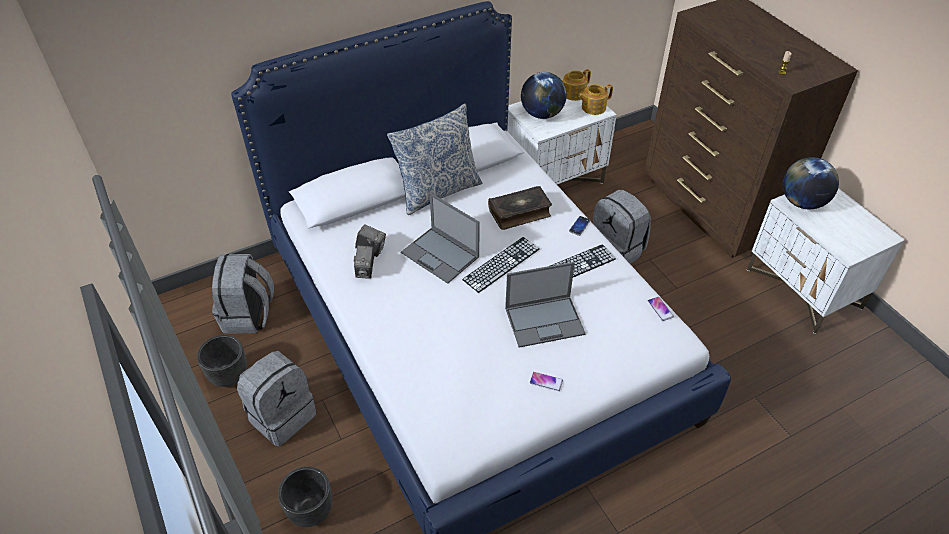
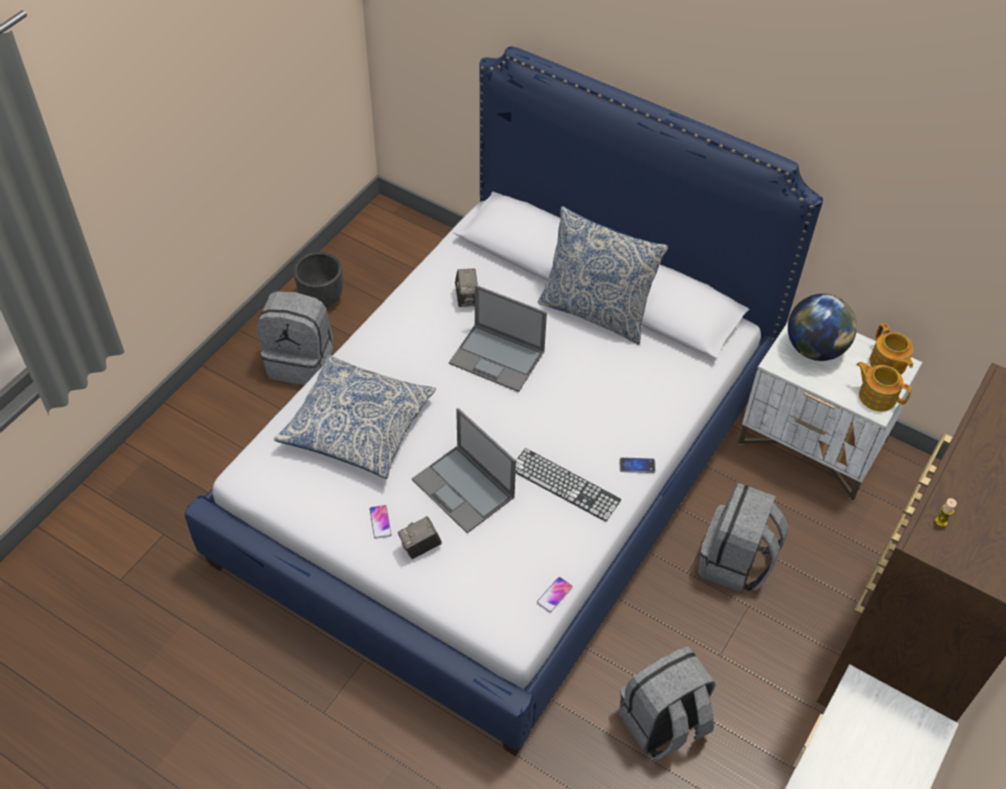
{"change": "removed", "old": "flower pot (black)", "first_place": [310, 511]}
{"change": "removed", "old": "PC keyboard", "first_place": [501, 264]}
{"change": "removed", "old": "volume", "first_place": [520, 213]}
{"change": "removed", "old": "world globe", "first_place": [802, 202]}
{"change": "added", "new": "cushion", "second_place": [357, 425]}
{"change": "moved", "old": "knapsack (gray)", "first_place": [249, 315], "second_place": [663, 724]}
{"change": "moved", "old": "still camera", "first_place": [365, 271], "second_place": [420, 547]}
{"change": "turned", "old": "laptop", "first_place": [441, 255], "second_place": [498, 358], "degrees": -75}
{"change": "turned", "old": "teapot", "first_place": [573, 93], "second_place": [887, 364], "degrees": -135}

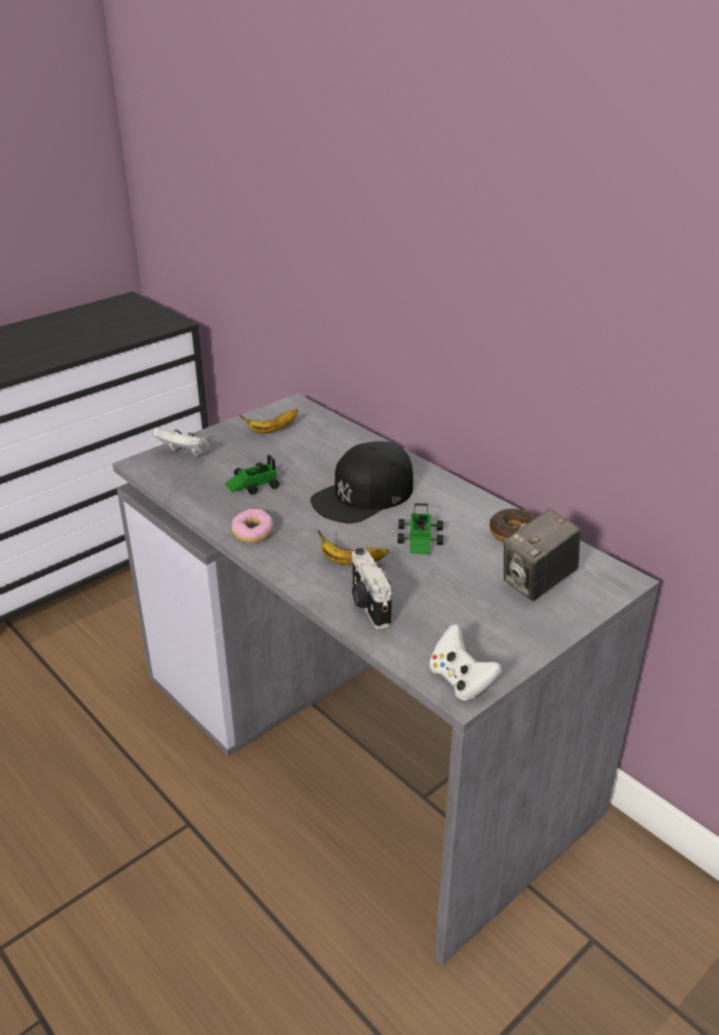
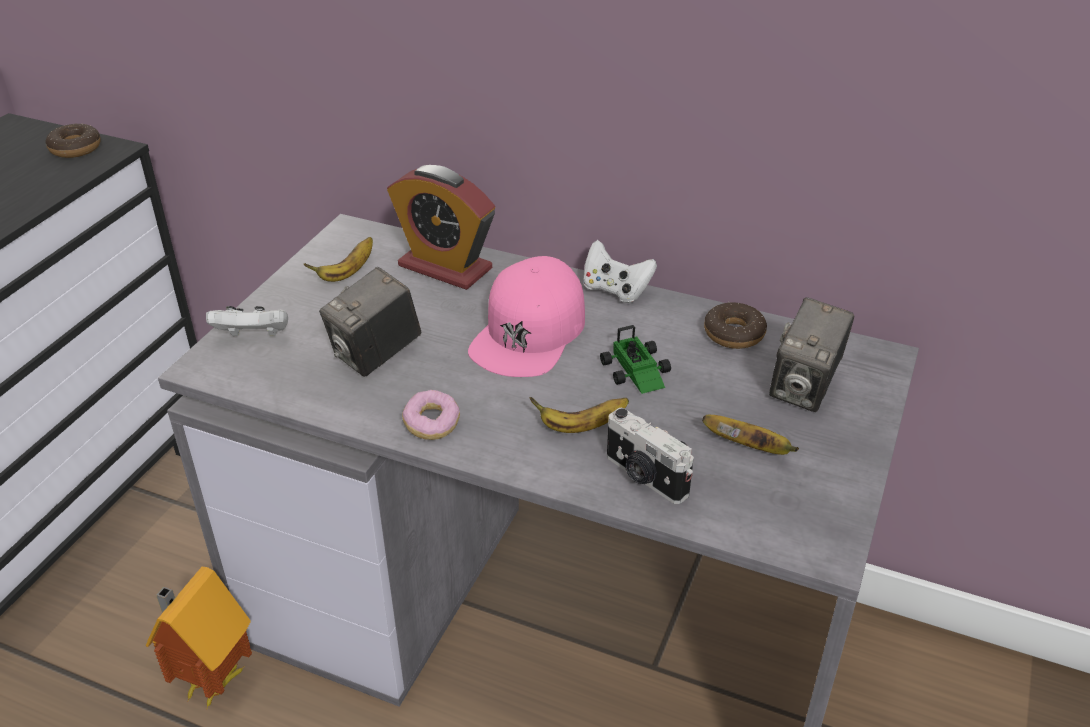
{"change": "added", "new": "donut", "second_place": [75, 148]}
{"change": "added", "new": "toy house", "second_place": [210, 682]}
{"change": "added", "new": "alarm clock", "second_place": [445, 267]}
{"change": "added", "new": "banana", "second_place": [749, 447]}
{"change": "moved", "old": "joypad (white-coloured)", "first_place": [460, 681], "second_place": [615, 290]}
{"change": "replaced", "old": "model car", "new": "still camera", "first_place": [251, 483], "second_place": [376, 355]}
{"change": "recoloured", "old": "cap (black)", "new": "cap (pink)", "first_place": [364, 495], "second_place": [529, 332]}

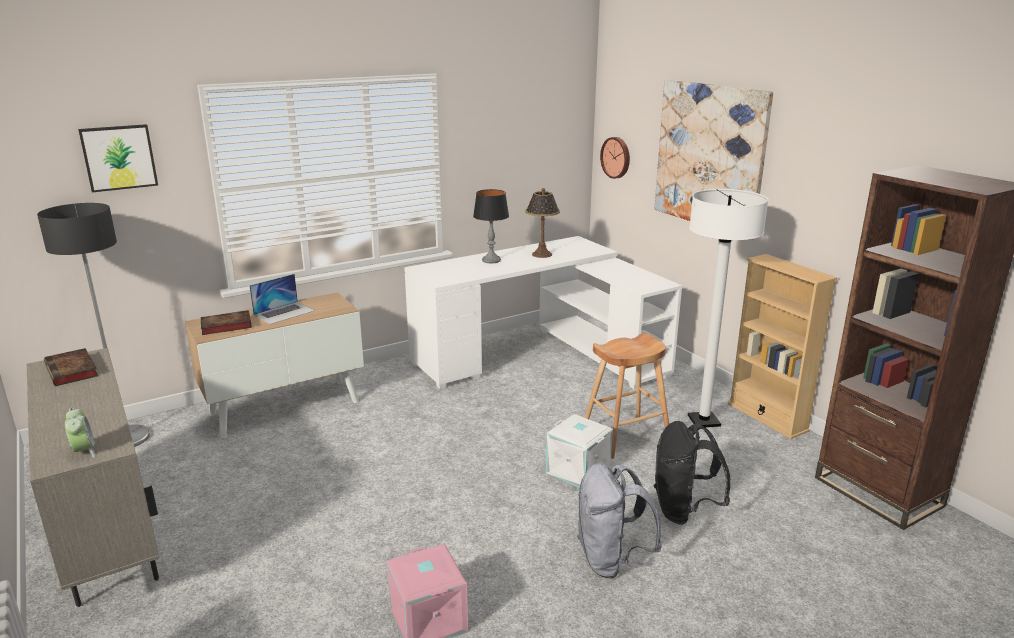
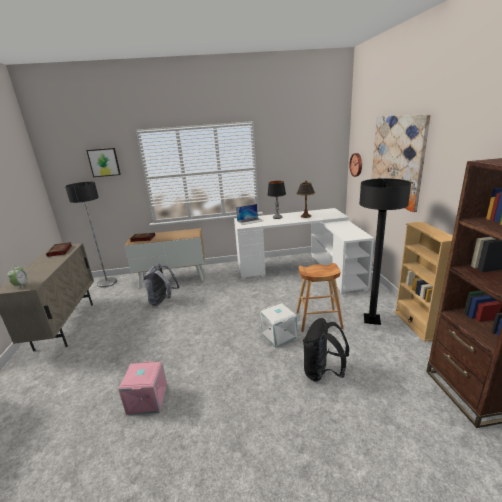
{"change": "moved", "old": "laptop", "first_place": [284, 312], "second_place": [250, 221]}
{"change": "moved", "old": "knapsack (gray)", "first_place": [611, 560], "second_place": [163, 301]}
{"change": "recoloured", "old": "floor lamp (white-coloured)", "new": "floor lamp (black)", "first_place": [703, 421], "second_place": [371, 319]}

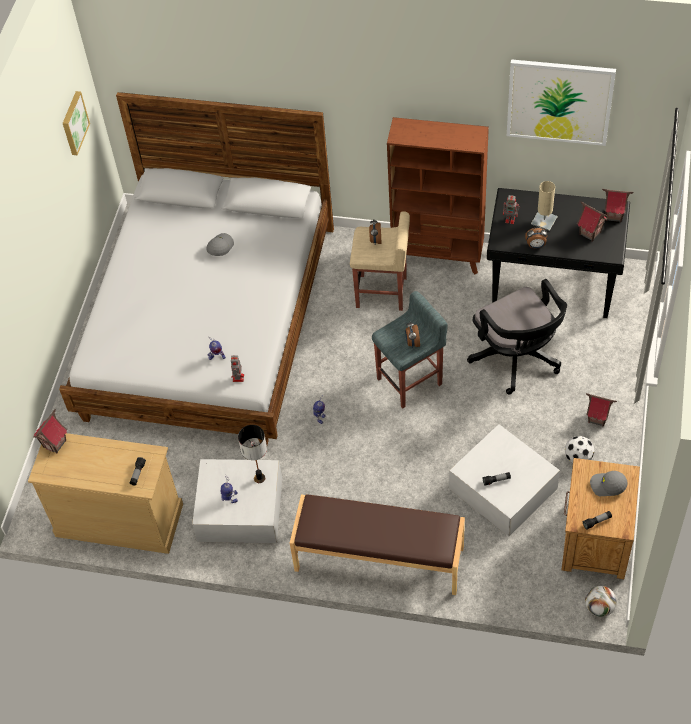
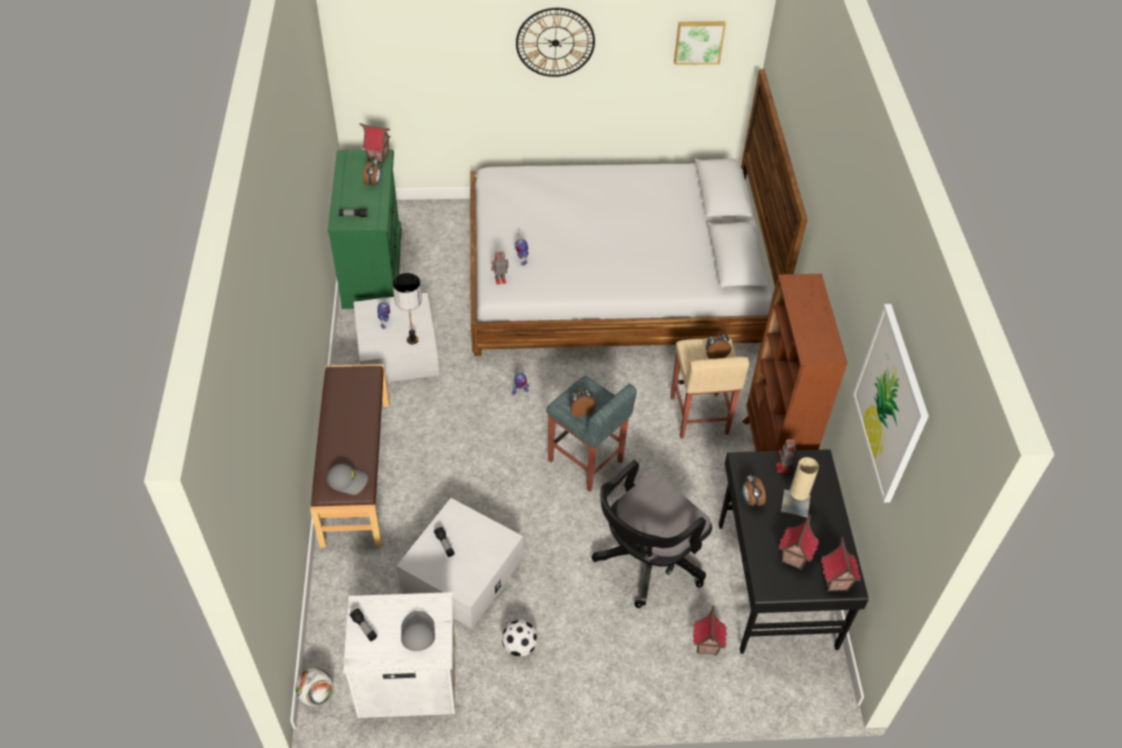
{"change": "added", "new": "alarm clock", "second_place": [374, 183]}
{"change": "added", "new": "clock on the wall", "second_place": [555, 42]}
{"change": "moved", "old": "cap (gray)", "first_place": [220, 247], "second_place": [348, 481]}
{"change": "moved", "old": "toy house", "first_place": [597, 418], "second_place": [706, 645]}
{"change": "recoloured", "old": "dresser (sand-coloured)", "new": "dresser (green)", "first_place": [119, 519], "second_place": [373, 267]}
{"change": "recoloured", "old": "bedside table (brownish)", "new": "bedside table (white-coloured)", "first_place": [594, 541], "second_place": [406, 679]}

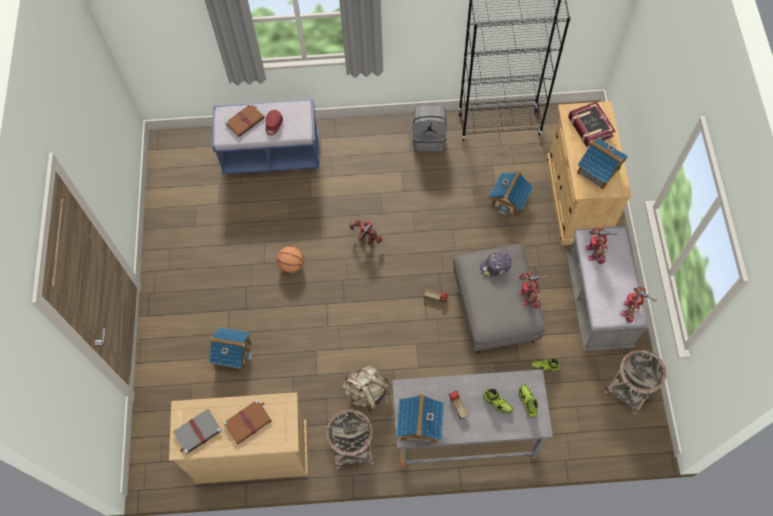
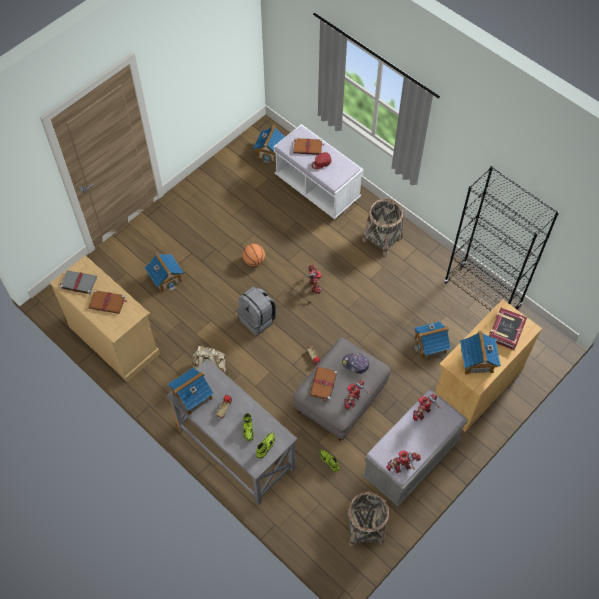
{"change": "added", "new": "toy house", "second_place": [270, 152]}
{"change": "added", "new": "volume (brownish)", "second_place": [323, 384]}
{"change": "moved", "old": "storage basket", "first_place": [353, 446], "second_place": [382, 239]}
{"change": "moved", "old": "knapsack (gray)", "first_place": [429, 138], "second_place": [258, 319]}
{"change": "recoloured", "old": "long seat (bluish)", "new": "long seat (white-coloured)", "first_place": [271, 154], "second_place": [317, 188]}

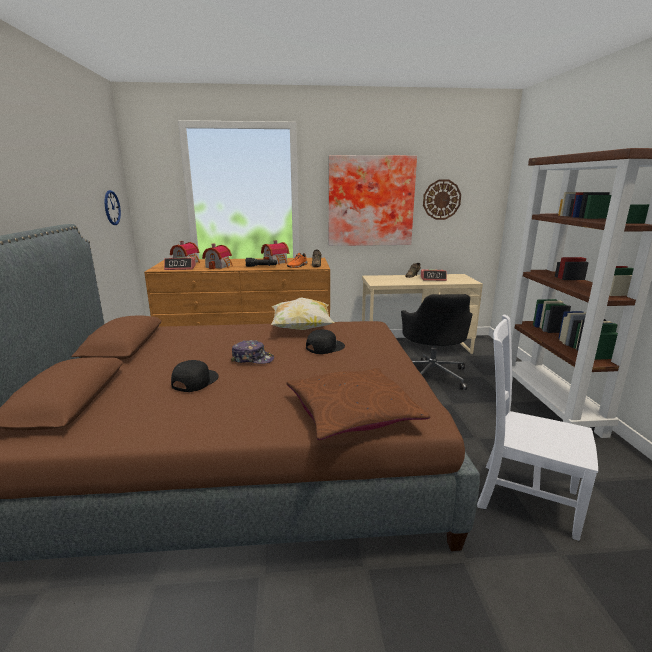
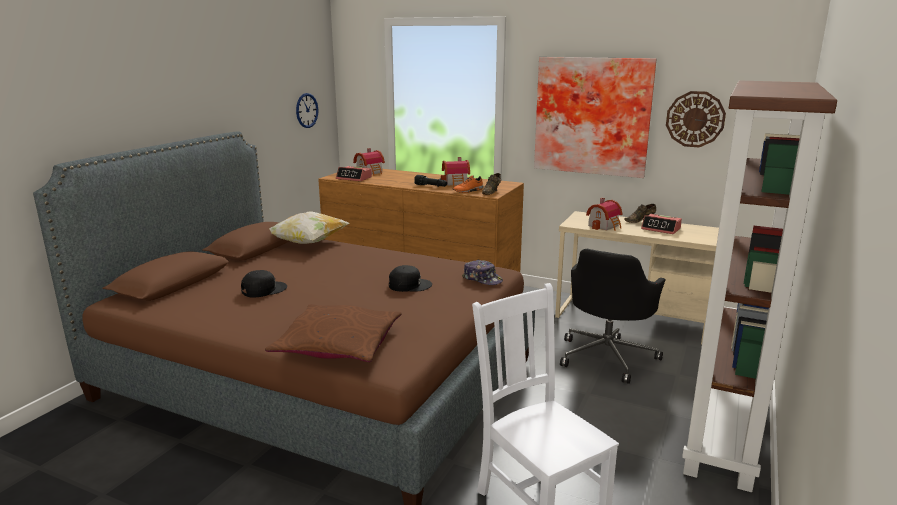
{"change": "moved", "old": "toy house", "first_place": [219, 266], "second_place": [605, 226]}
{"change": "moved", "old": "cap", "first_place": [252, 359], "second_place": [482, 279]}
{"change": "moved", "old": "cushion", "first_place": [301, 328], "second_place": [308, 243]}

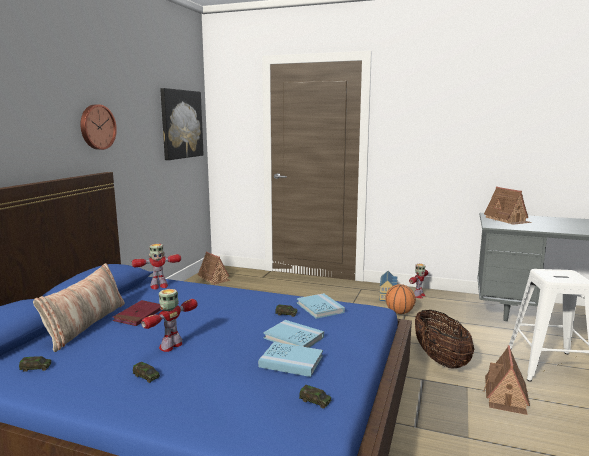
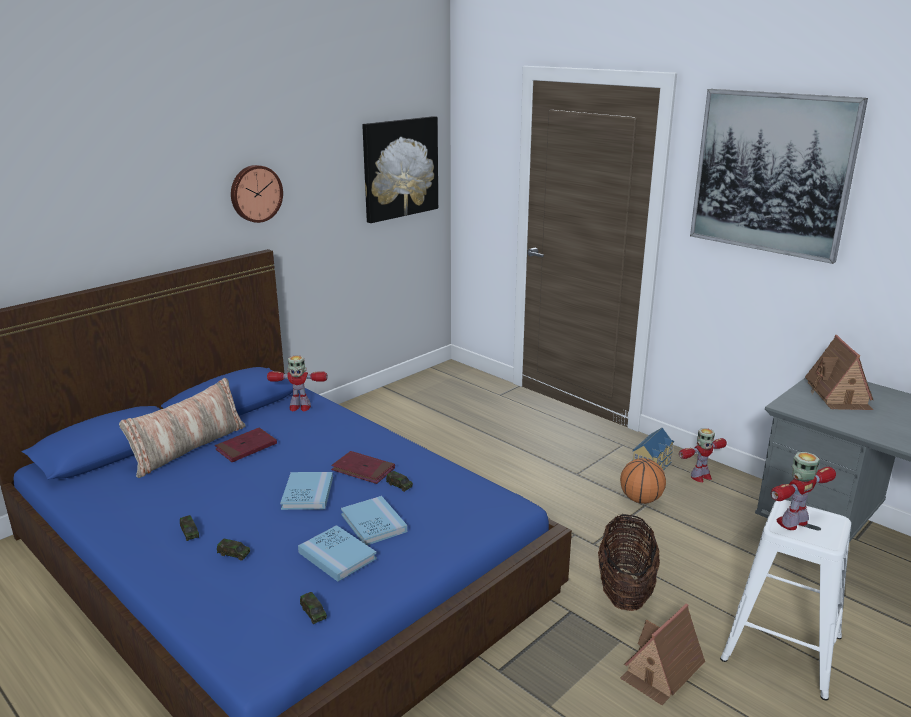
{"change": "removed", "old": "toy house", "first_place": [214, 278]}
{"change": "added", "new": "volume (red)", "second_place": [363, 470]}
{"change": "added", "new": "wall art", "second_place": [772, 173]}
{"change": "moved", "old": "model car", "first_place": [36, 368], "second_place": [234, 554]}
{"change": "moved", "old": "robot figure", "first_place": [171, 346], "second_place": [793, 522]}
{"change": "moved", "old": "volume (bluish)", "first_place": [320, 308], "second_place": [307, 493]}

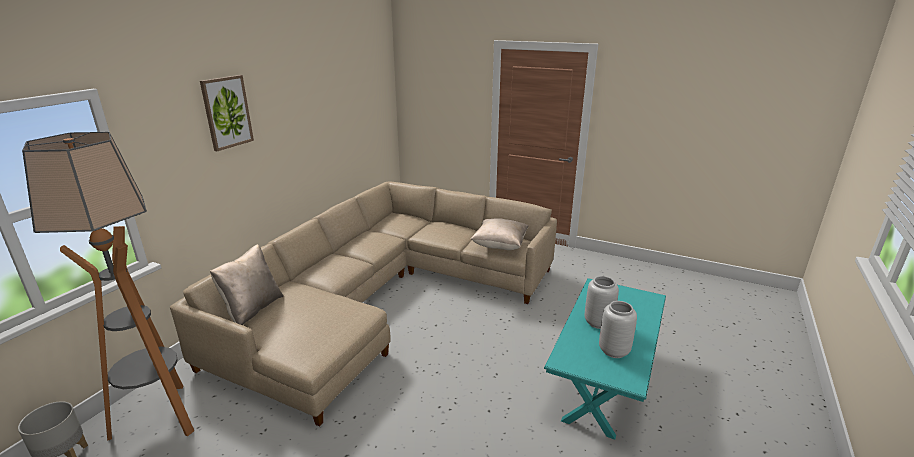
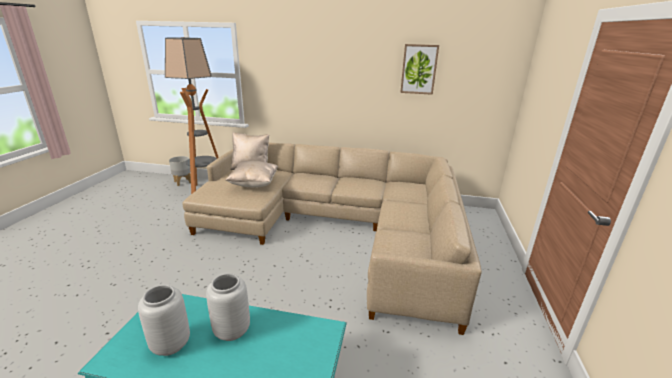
{"change": "moved", "old": "wall art", "first_place": [227, 112], "second_place": [419, 69]}
{"change": "moved", "old": "cushion (sand-coloured)", "first_place": [499, 246], "second_place": [254, 184]}

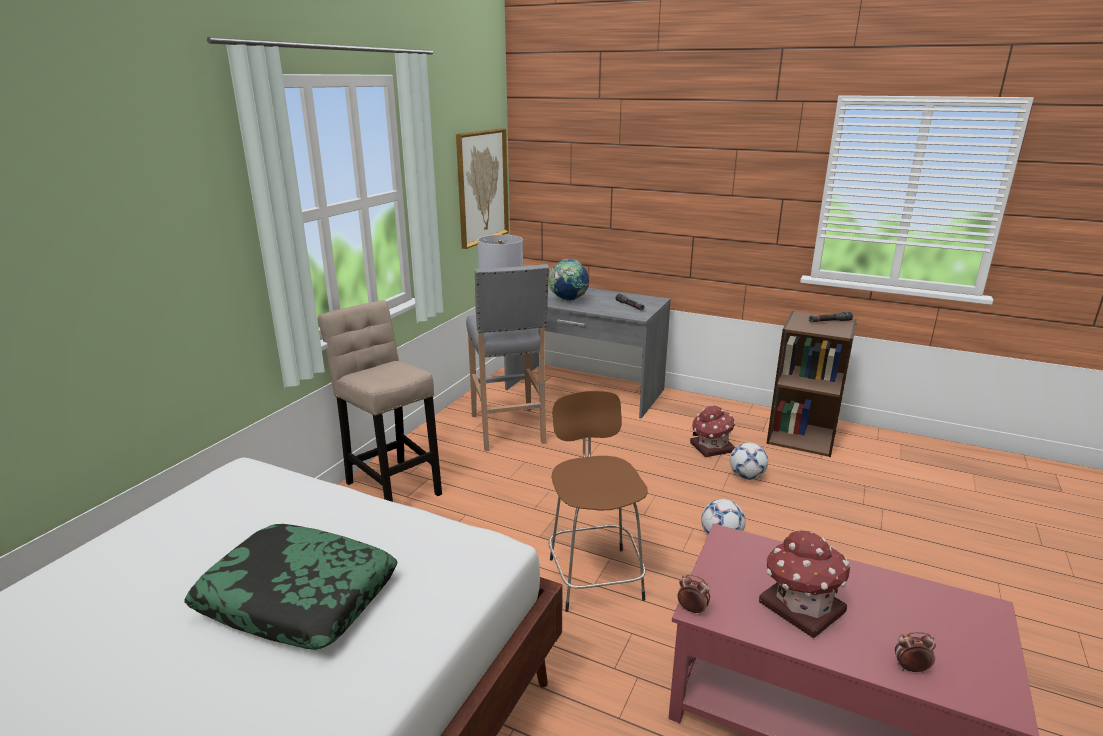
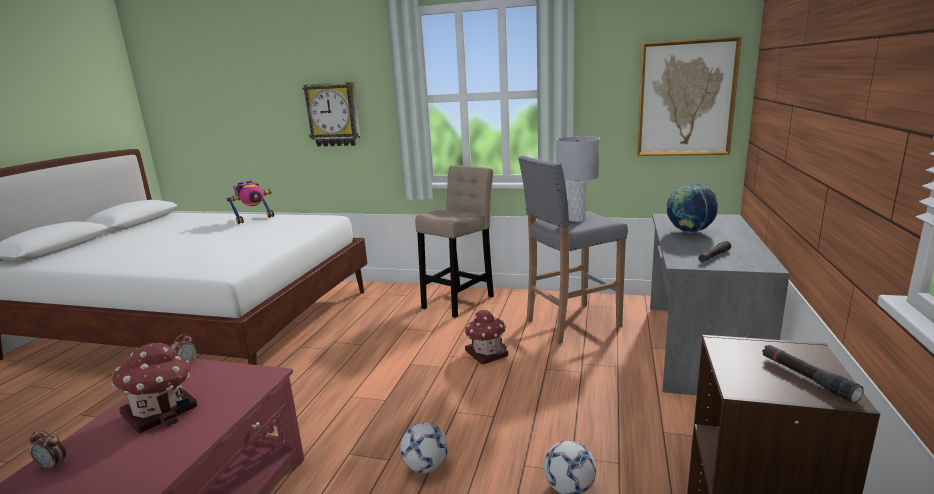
{"change": "removed", "old": "cushion", "first_place": [297, 598]}
{"change": "removed", "old": "stool seat (brownish)", "first_place": [594, 576]}
{"change": "added", "new": "robot figure", "second_place": [254, 219]}
{"change": "added", "new": "clock on the wall", "second_place": [333, 115]}
{"change": "moved", "old": "toy house", "first_place": [711, 448], "second_place": [486, 353]}
{"change": "turned", "old": "alarm clock", "first_place": [910, 668], "second_place": [53, 465], "degrees": 105}

